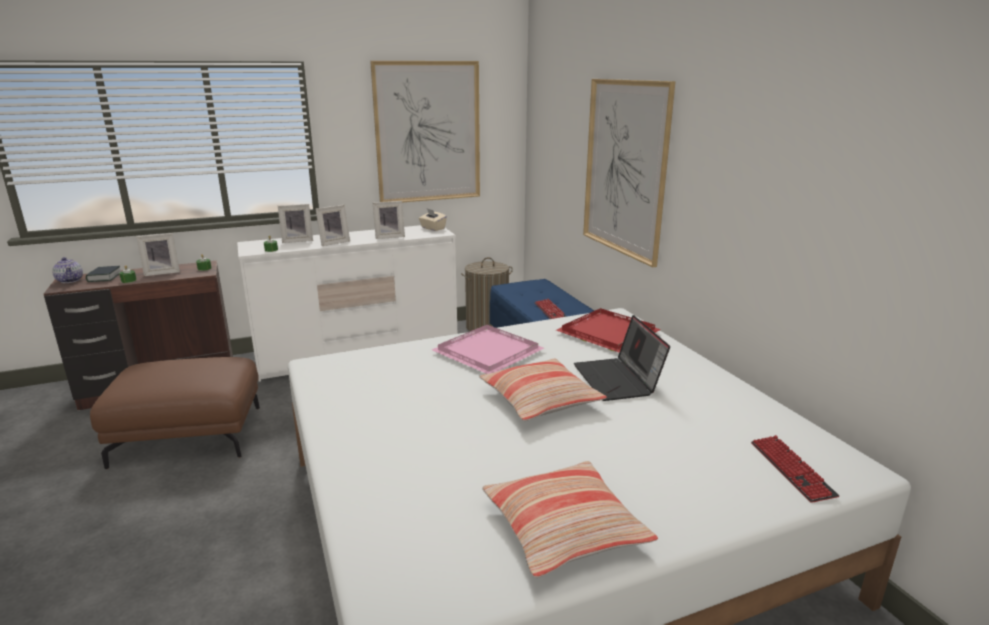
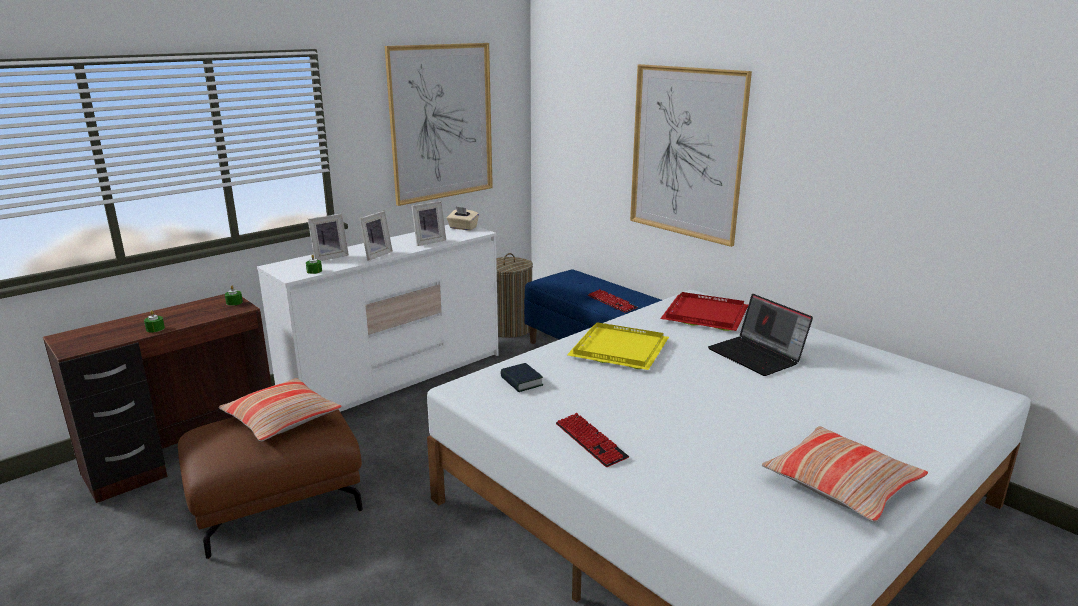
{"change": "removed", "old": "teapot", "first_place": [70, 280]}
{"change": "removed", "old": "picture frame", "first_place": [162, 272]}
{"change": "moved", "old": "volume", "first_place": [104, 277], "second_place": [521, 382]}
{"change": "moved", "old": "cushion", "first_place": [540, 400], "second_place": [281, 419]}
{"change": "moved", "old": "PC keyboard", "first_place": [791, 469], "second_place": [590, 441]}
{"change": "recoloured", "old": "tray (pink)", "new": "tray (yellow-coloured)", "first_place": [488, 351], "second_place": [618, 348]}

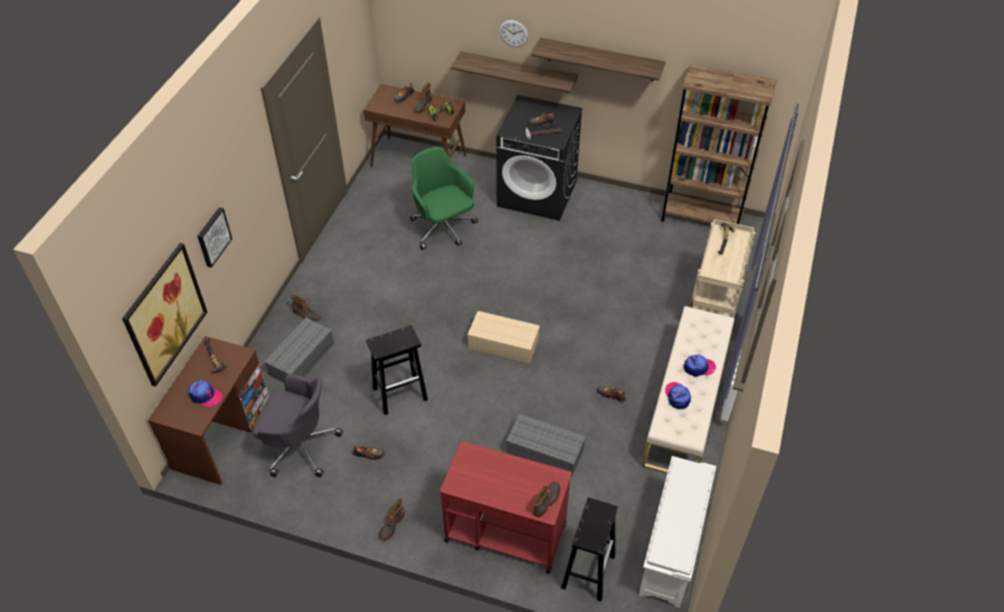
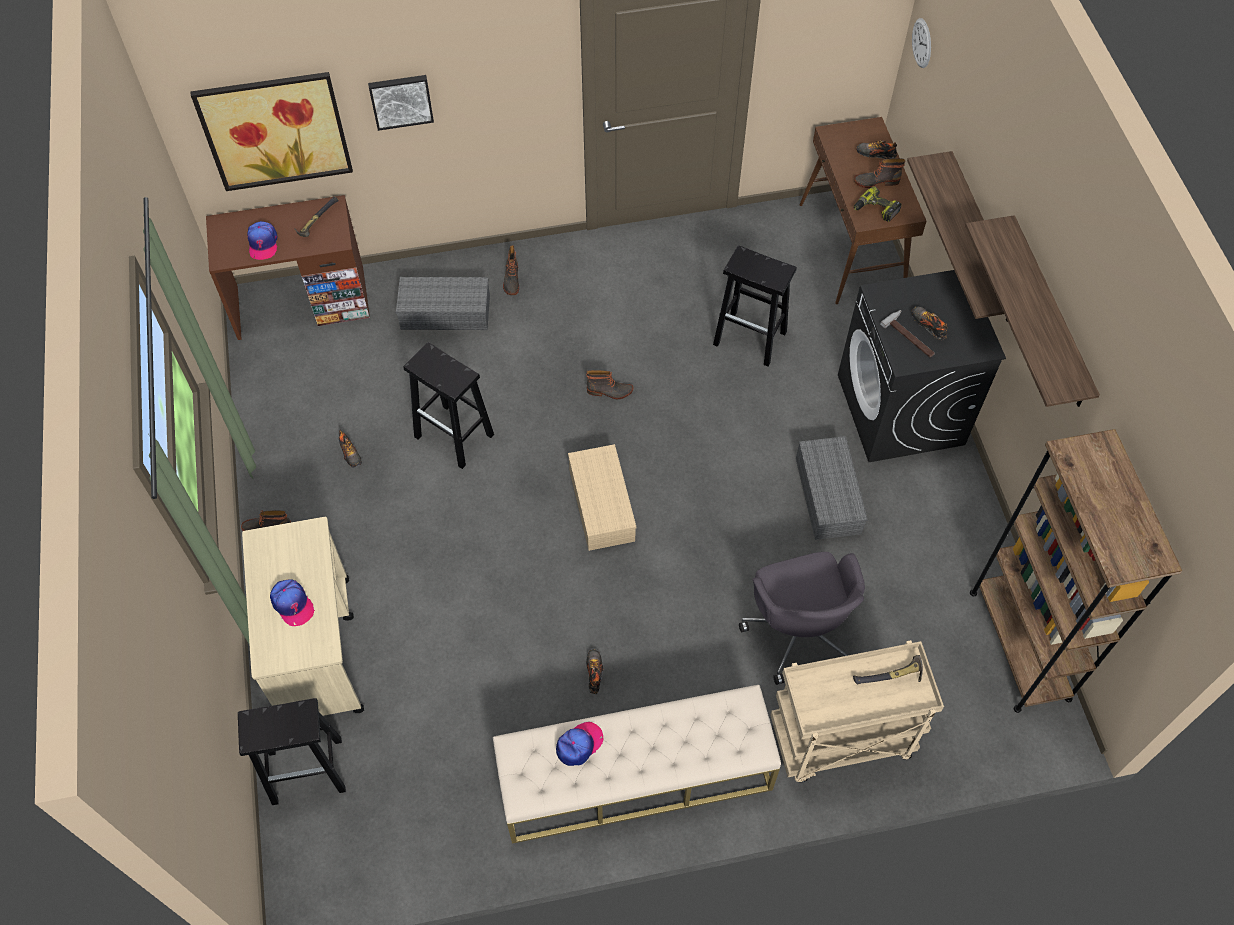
{"change": "removed", "old": "shoe stand (white-coloured)", "first_place": [672, 550]}
{"change": "moved", "old": "office chair (gray)", "first_place": [299, 446], "second_place": [799, 630]}
{"change": "moved", "old": "clock on the wall", "first_place": [513, 33], "second_place": [921, 43]}
{"change": "moved", "old": "storage container (gray)", "first_place": [543, 451], "second_place": [826, 494]}
{"change": "moved", "old": "tall boot", "first_place": [547, 501], "second_place": [609, 391]}
{"change": "moved", "old": "cap", "first_place": [699, 367], "second_place": [292, 604]}
{"change": "replaced", "old": "office chair (green)", "new": "stool seat (black)", "first_place": [443, 228], "second_place": [751, 338]}
{"change": "recoloured", "old": "wheeled cart (red)", "new": "wheeled cart (sand-coloured)", "first_place": [504, 532], "second_place": [317, 649]}

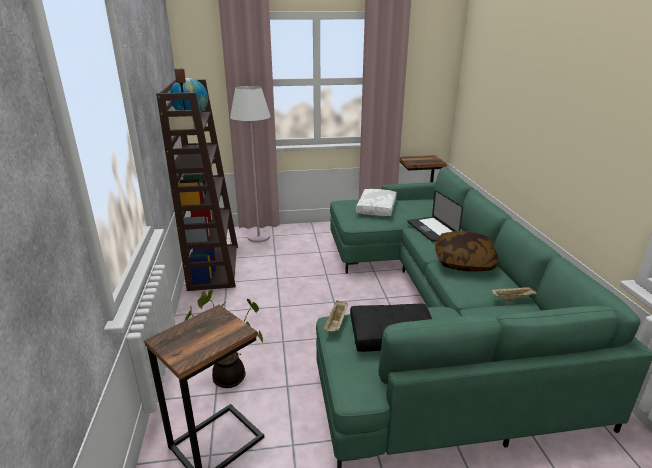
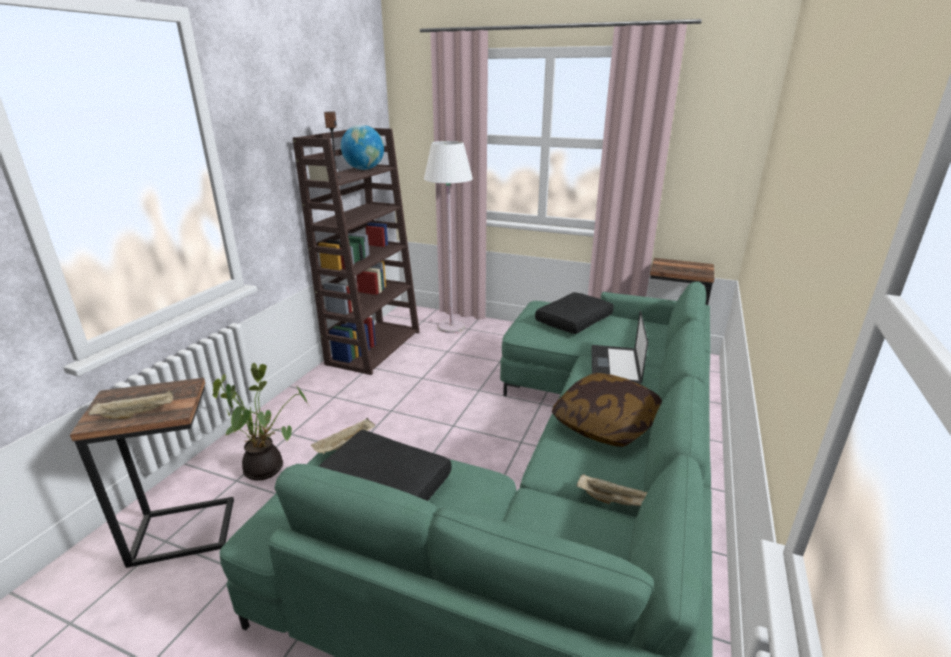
{"change": "added", "new": "tray (sand-coloured)", "second_place": [137, 414]}
{"change": "recoloured", "old": "cushion (white-coloured)", "new": "cushion (black)", "first_place": [377, 208], "second_place": [574, 321]}

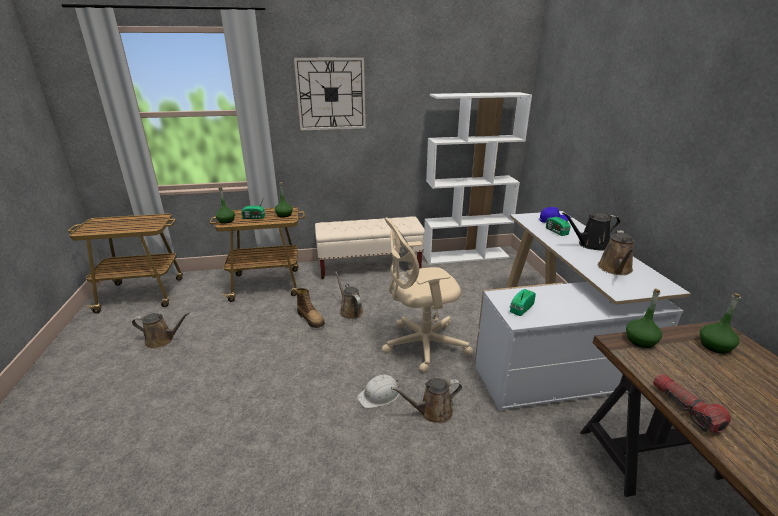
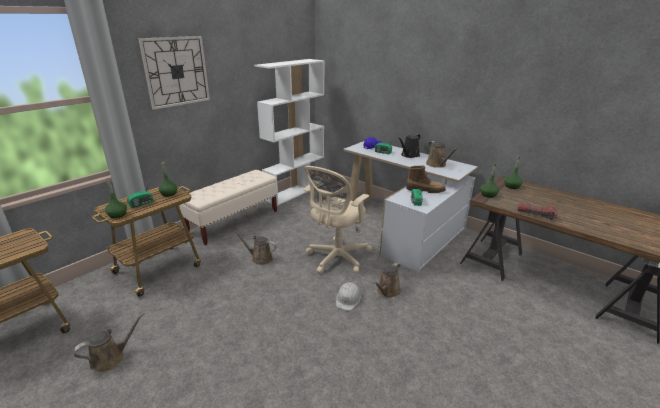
{"change": "moved", "old": "tall boot", "first_place": [311, 319], "second_place": [425, 190]}

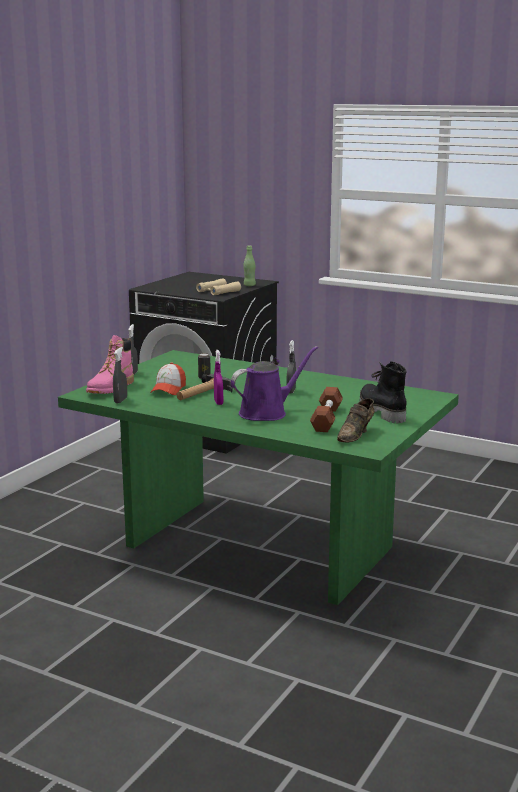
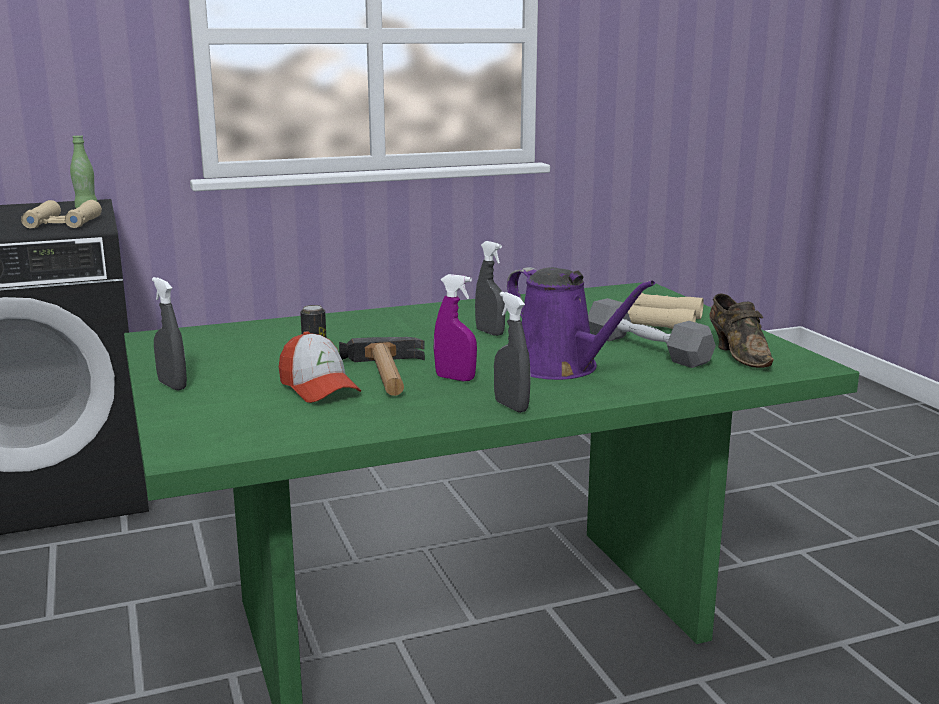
{"change": "removed", "old": "tall boot (pink)", "first_place": [110, 389]}
{"change": "moved", "old": "spray bottle (gray)", "first_place": [120, 400], "second_place": [511, 406]}
{"change": "replaced", "old": "tall boot (black)", "new": "field glasses (sand-coloured)", "first_place": [380, 411], "second_place": [660, 321]}
{"change": "recoloured", "old": "dumbbell (brownish)", "new": "dumbbell (gray)", "first_place": [326, 419], "second_place": [647, 349]}
{"change": "turned", "old": "sprinkling can (purplish)", "first_place": [267, 413], "second_place": [561, 368], "degrees": 135}

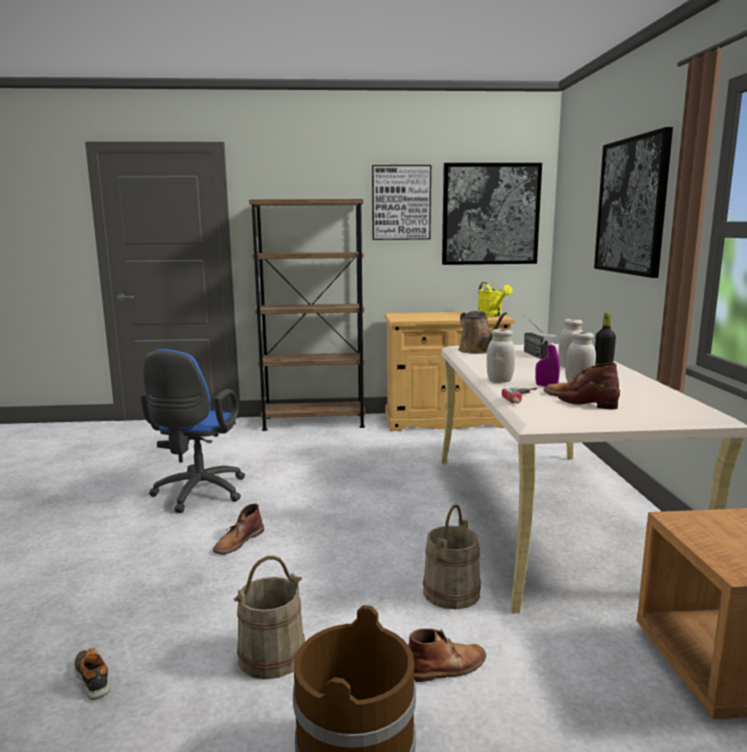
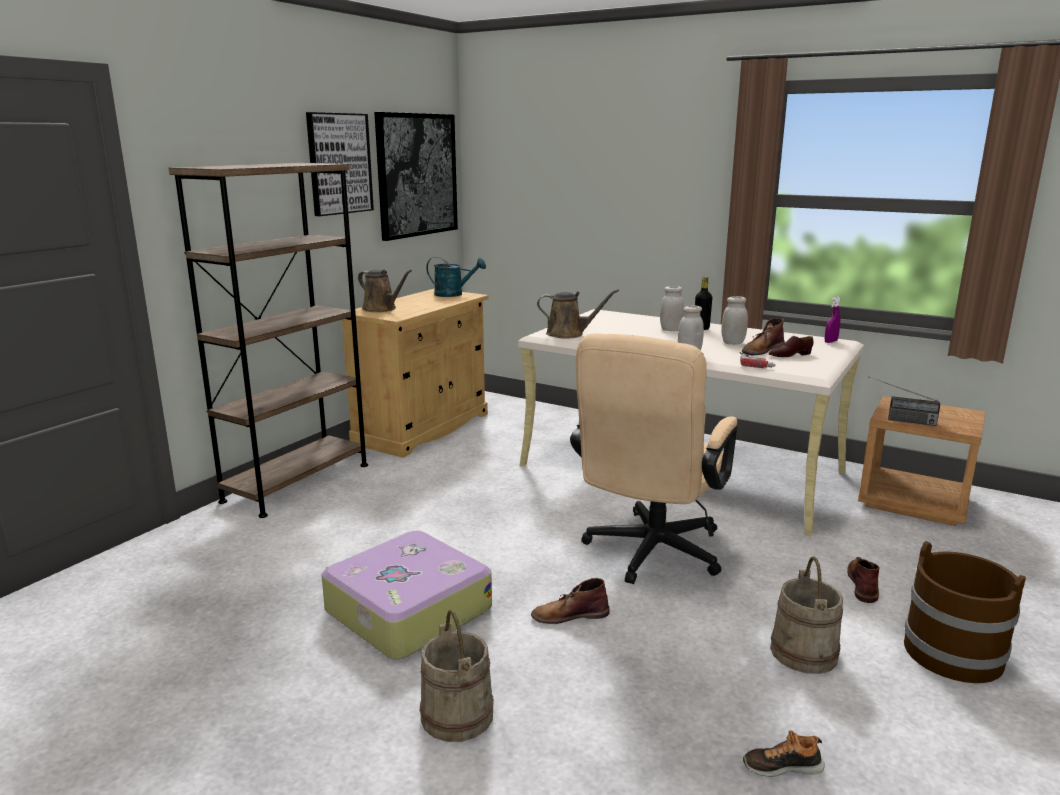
{"change": "removed", "old": "wall art", "first_place": [631, 206]}
{"change": "added", "new": "sprinkling can (brownish)", "second_place": [382, 309]}
{"change": "added", "new": "office chair (sand-coloured)", "second_place": [649, 555]}
{"change": "moved", "old": "pail (sand-coloured)", "first_place": [451, 592], "second_place": [456, 715]}
{"change": "moved", "old": "radio", "first_place": [530, 352], "second_place": [899, 419]}
{"change": "moved", "old": "spray bottle (purplish)", "first_place": [546, 386], "second_place": [830, 342]}
{"change": "replaced", "old": "office chair (bluish)", "new": "piece of luggage", "first_place": [197, 494], "second_place": [406, 610]}
{"change": "recoloured", "old": "sprinkling can (yellow-coloured)", "new": "sprinkling can (blue-green)", "first_place": [492, 315], "second_place": [454, 294]}
{"change": "turned", "old": "tall boot (brownish)", "first_place": [238, 541], "second_place": [569, 615], "degrees": 105}

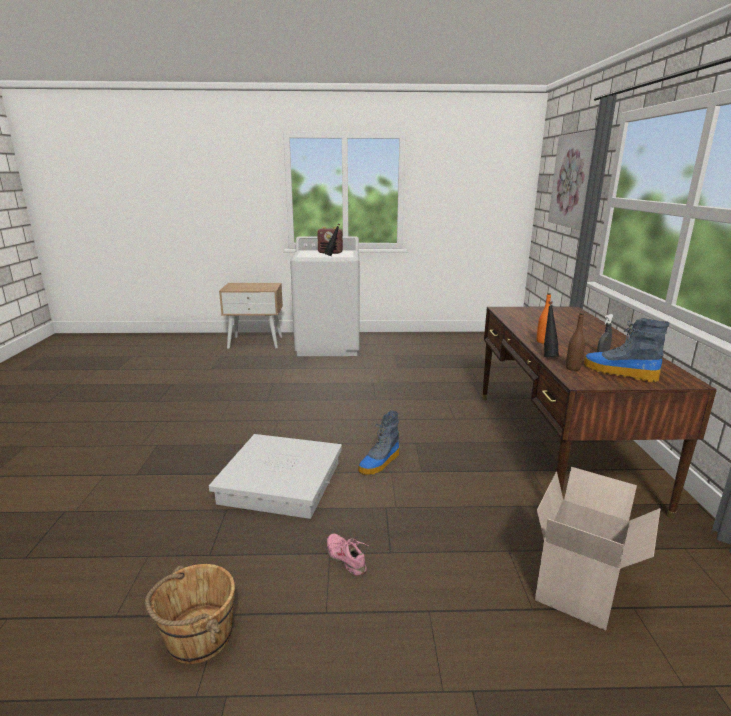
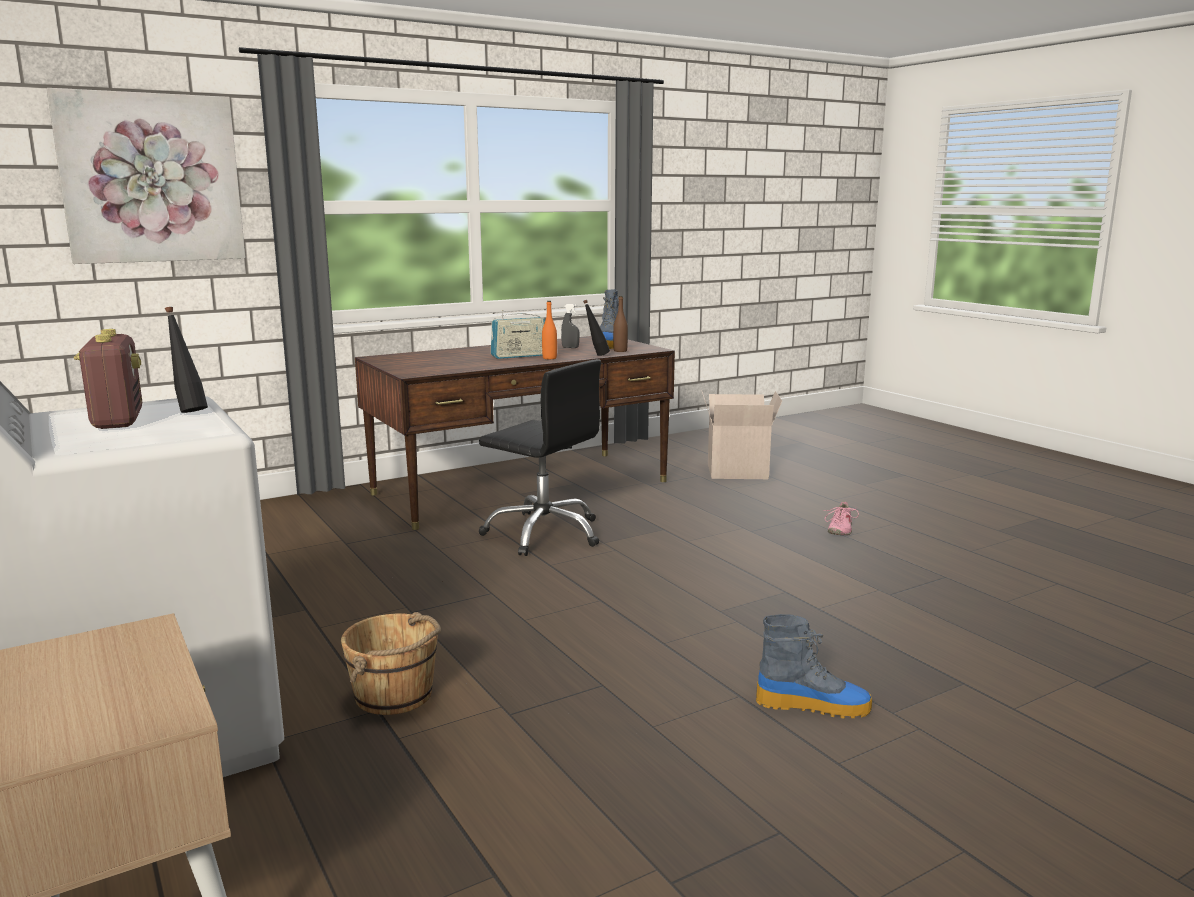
{"change": "removed", "old": "storage container (white-coloured)", "first_place": [280, 483]}
{"change": "added", "new": "office chair (black)", "second_place": [544, 533]}
{"change": "added", "new": "radio", "second_place": [519, 356]}
{"change": "moved", "old": "pail (brownish)", "first_place": [198, 636], "second_place": [395, 695]}
{"change": "moved", "old": "tall boot", "first_place": [380, 463], "second_place": [813, 705]}

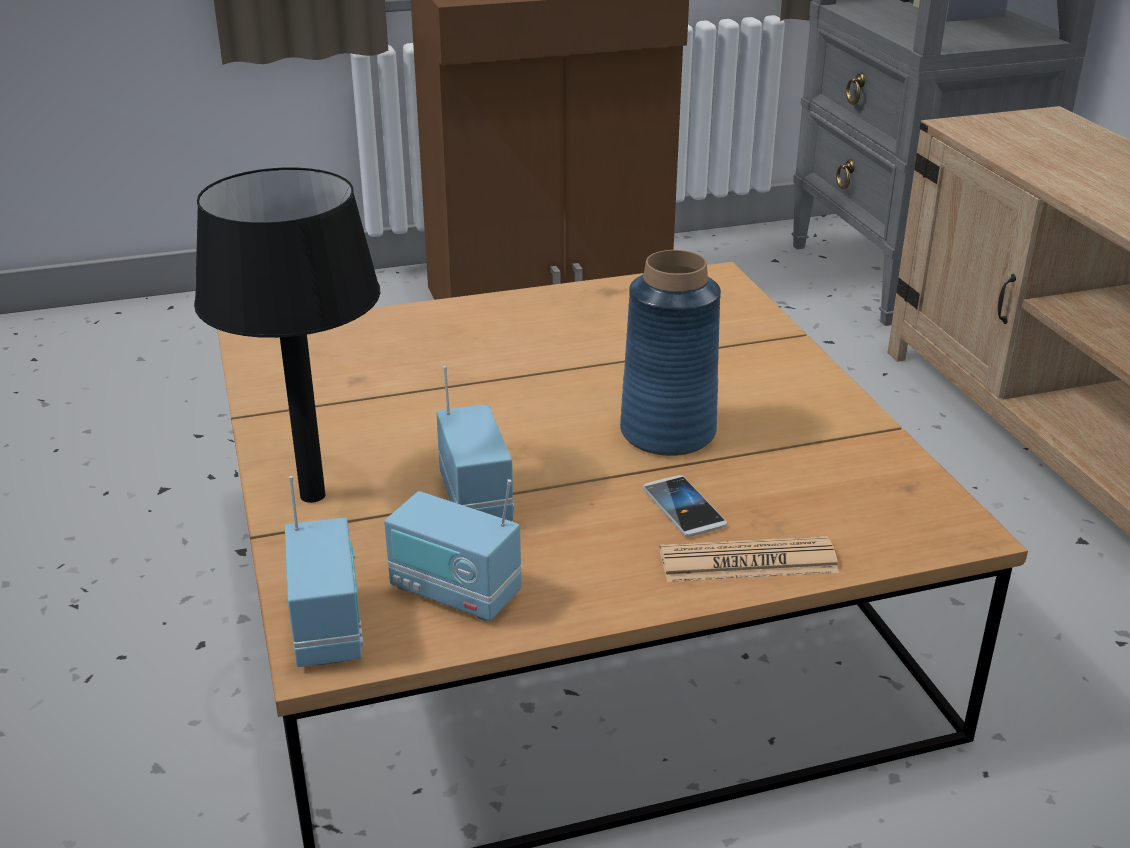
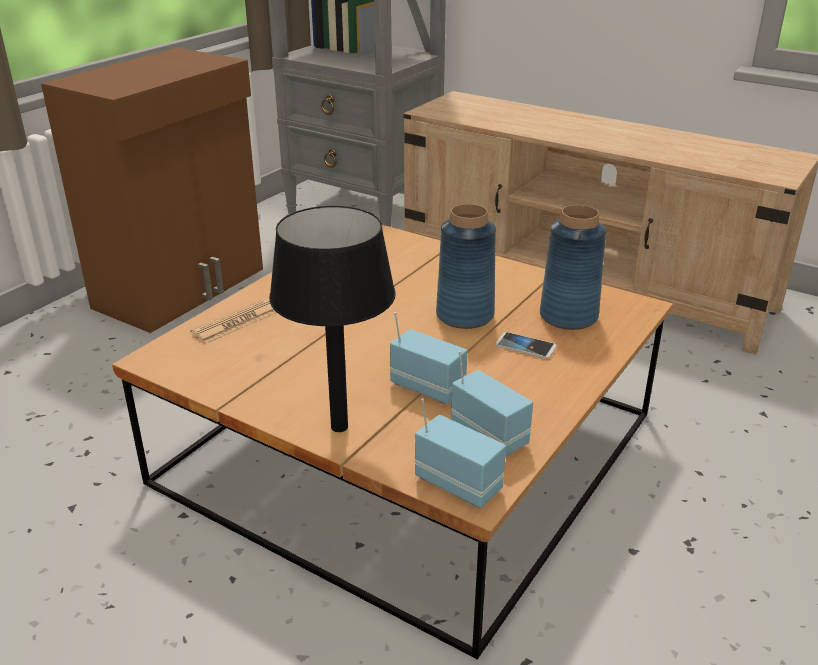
{"change": "added", "new": "decorative vase (bluish)", "second_place": [568, 316]}
{"change": "moved", "old": "daily paper", "first_place": [748, 562], "second_place": [237, 322]}
{"change": "turned", "old": "radio", "first_place": [454, 593], "second_place": [490, 435], "degrees": -120}

